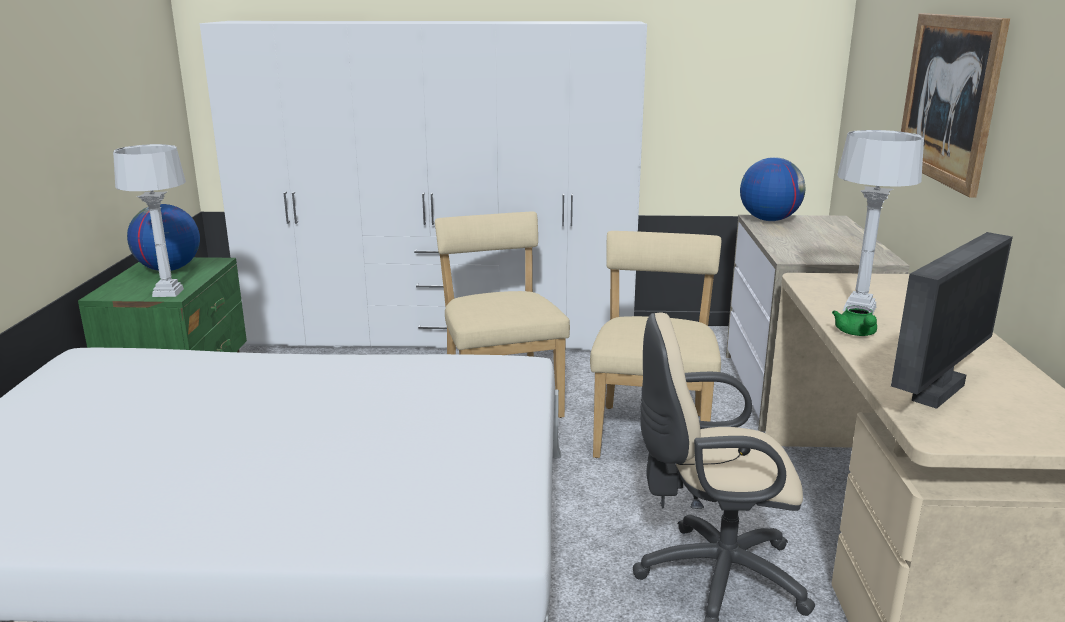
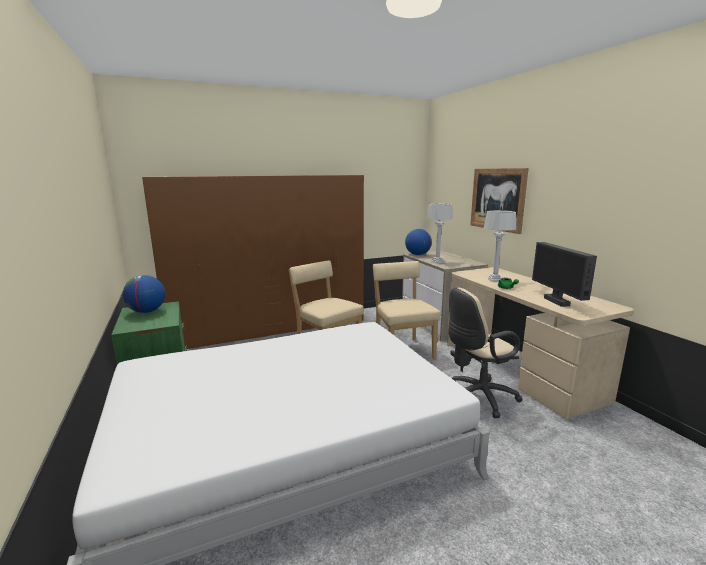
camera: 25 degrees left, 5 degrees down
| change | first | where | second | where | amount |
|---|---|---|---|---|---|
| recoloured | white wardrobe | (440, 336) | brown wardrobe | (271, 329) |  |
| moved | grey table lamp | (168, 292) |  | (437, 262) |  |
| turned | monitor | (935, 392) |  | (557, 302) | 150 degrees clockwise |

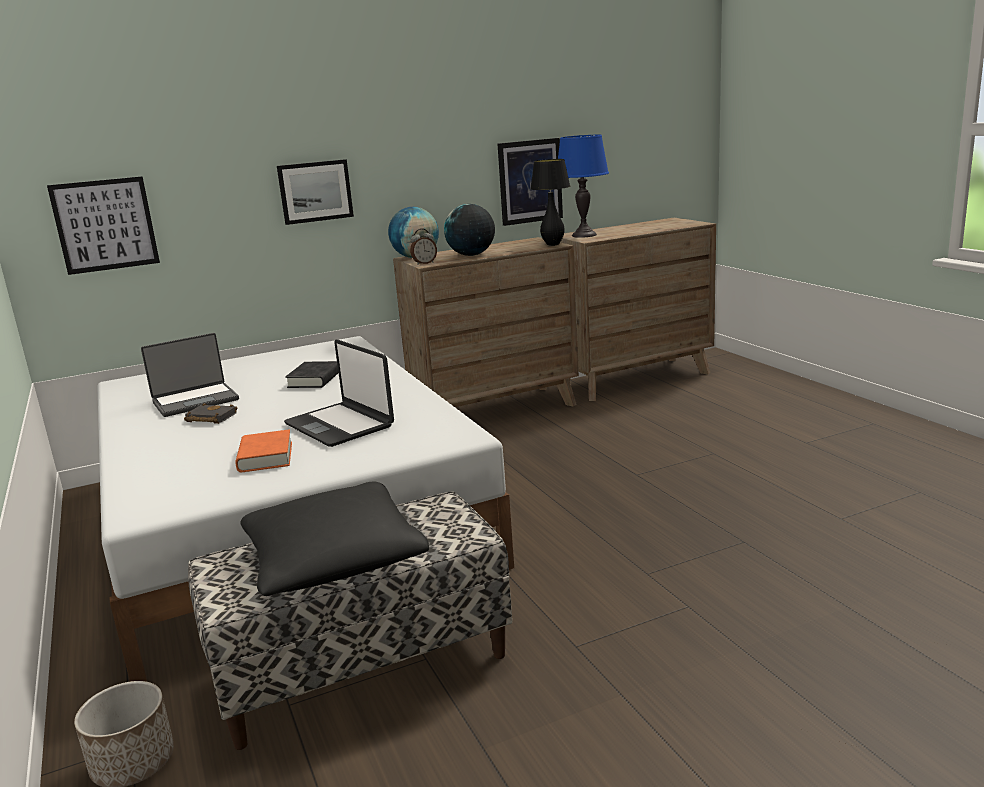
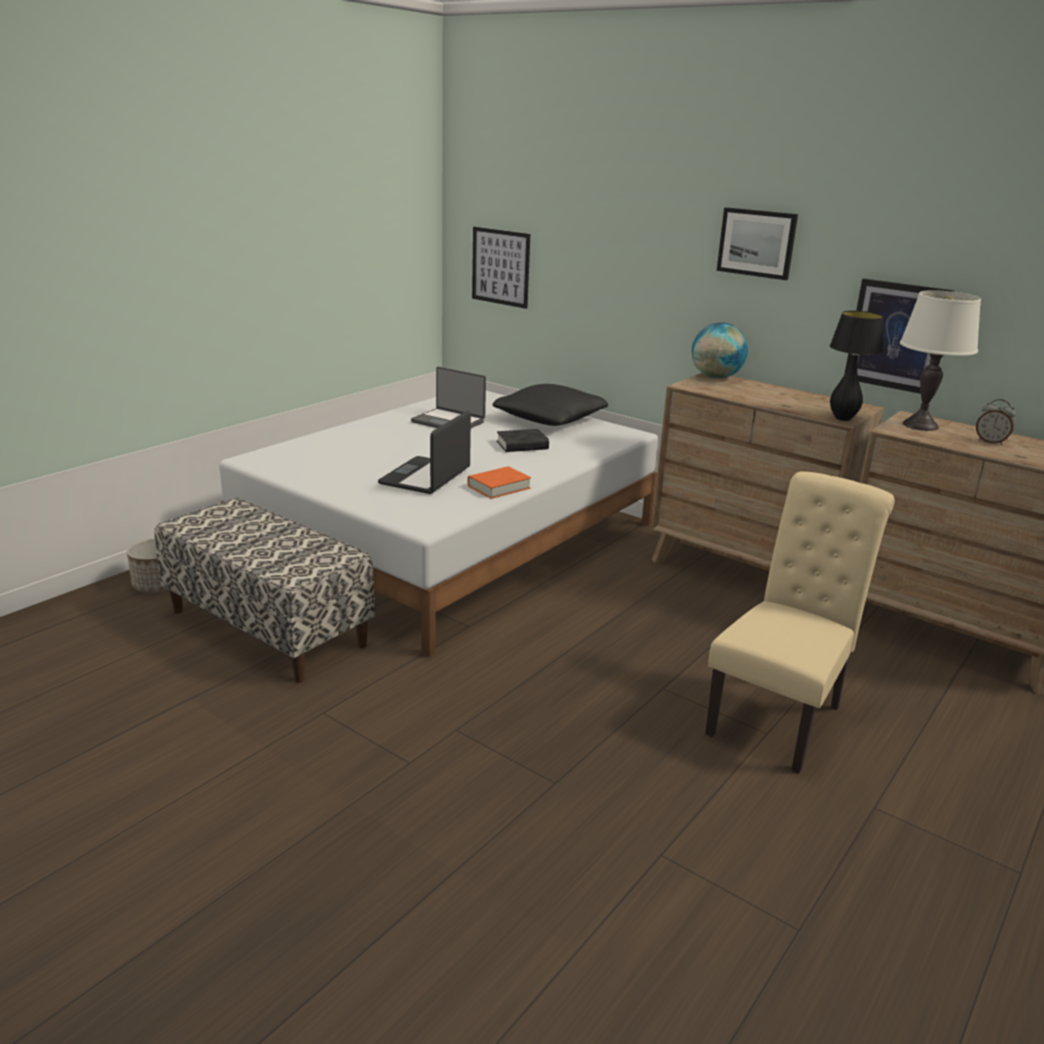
camera: 60 degrees right, 5 degrees up
| change | first | where | second | where | amount |
|---|---|---|---|---|---|
| moved | orange book | (265, 457) |  | (498, 487) |  |
| moved | black pillow | (334, 560) |  | (550, 419) |  |
| added |  |  | beige chair | (780, 716) |  |
| moved | picture | (315, 191) |  | (757, 243) |  |
| recoloured | blue table lamp | (584, 235) | white table lamp | (920, 425) |  |
| moved | alarm clock | (424, 263) |  | (990, 442) |  |
| removed | black book | (209, 418) |  |  |  |
| removed | globe | (471, 255) |  |  |  |

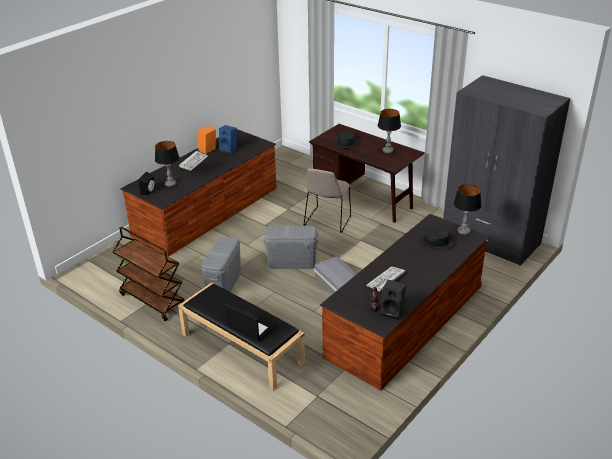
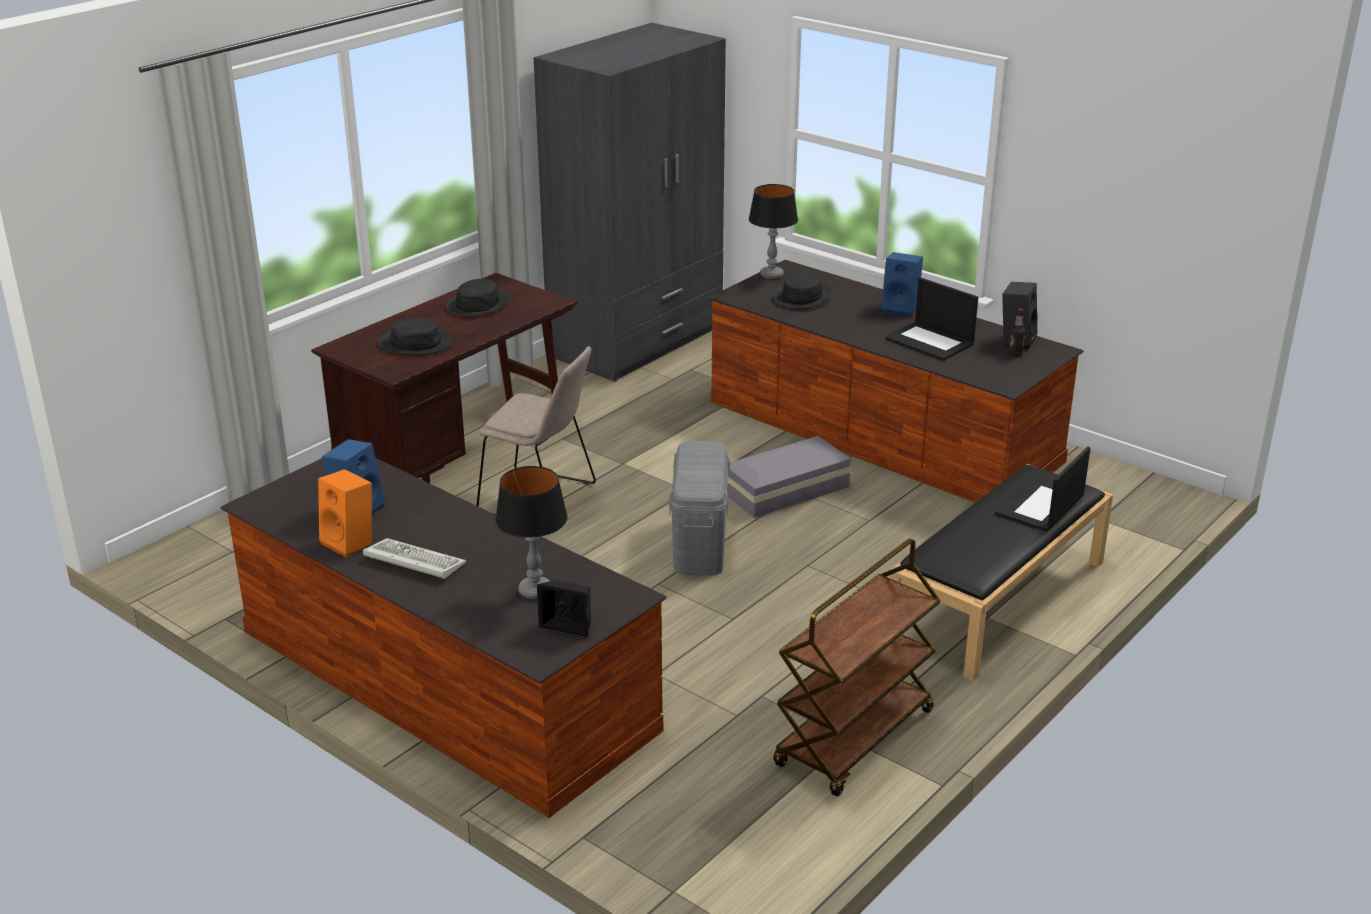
camera: 90 degrees left, 5 degrees down
| change | first | where | second | where | amount |
|---|---|---|---|---|---|
| replaced | table lamp | (387, 151) | black hat | (477, 304) |  |
| added |  |  | blue speaker | (901, 308) |  |
| replaced | keyboard | (385, 280) | laptop | (931, 342) |  |
| removed | grey storage box | (224, 283) |  |  |  |

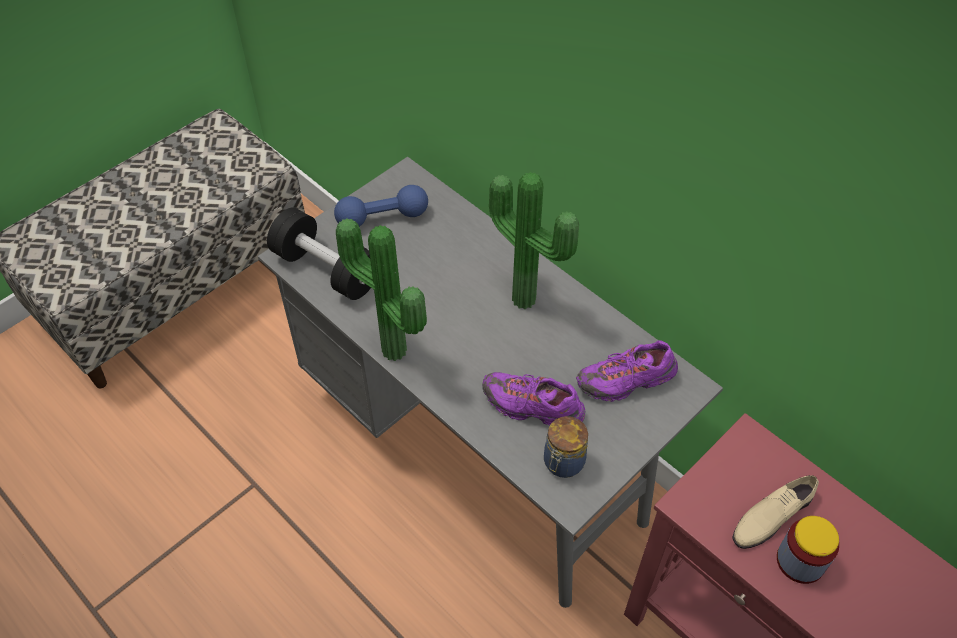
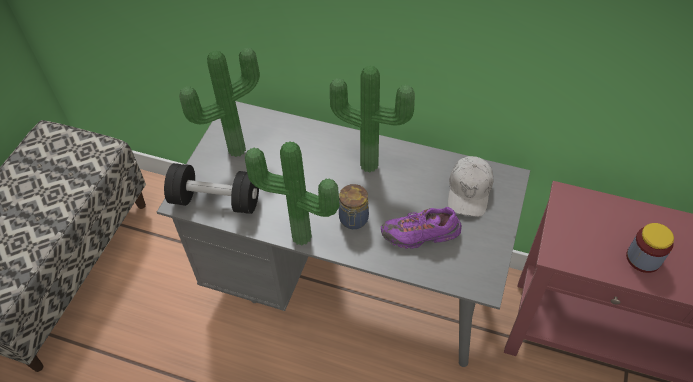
camera: 25 degrees left, 0 degrees up
| change | first | where | second | where | amount |
|---|---|---|---|---|---|
| replaced | blue dumbbell | (382, 218) | potted plant | (235, 148) |  |
| moved | jar | (562, 463) |  | (353, 220) |  |
| replaced | purple shoe | (626, 381) | white cap | (469, 191) |  |
| removed | beige shoe | (771, 516) |  |  |  |

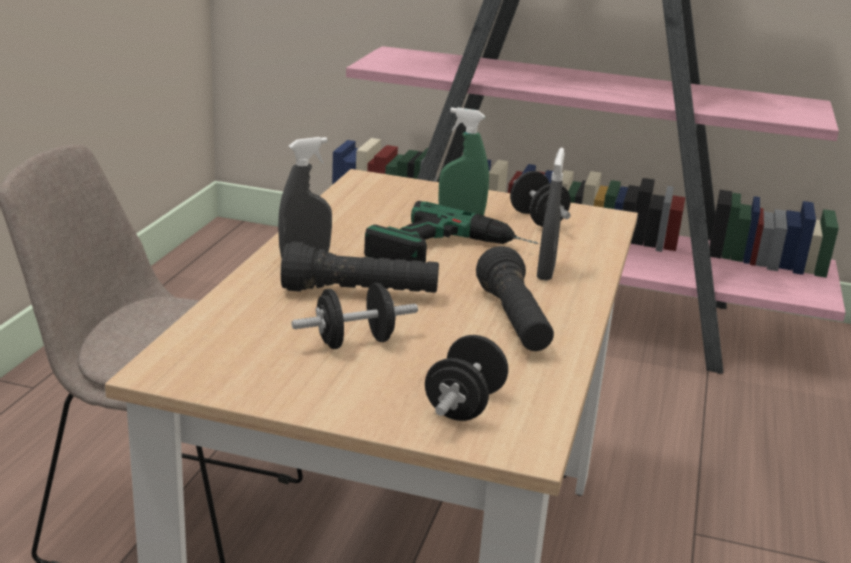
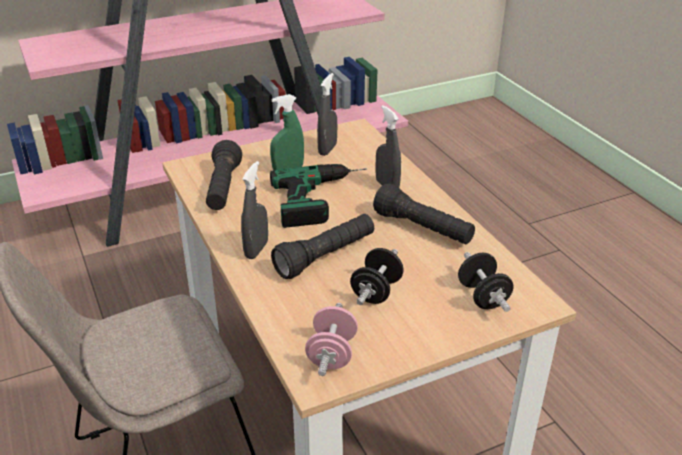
camera: 40 degrees left, 10 degrees up
| change | first | where | second | where | amount |
|---|---|---|---|---|---|
| added |  |  | black flashlight | (223, 188) |  |
| added |  |  | pink dumbbell | (332, 354) |  |
| replaced | black dumbbell | (537, 220) | grey spray bottle | (327, 149) |  |

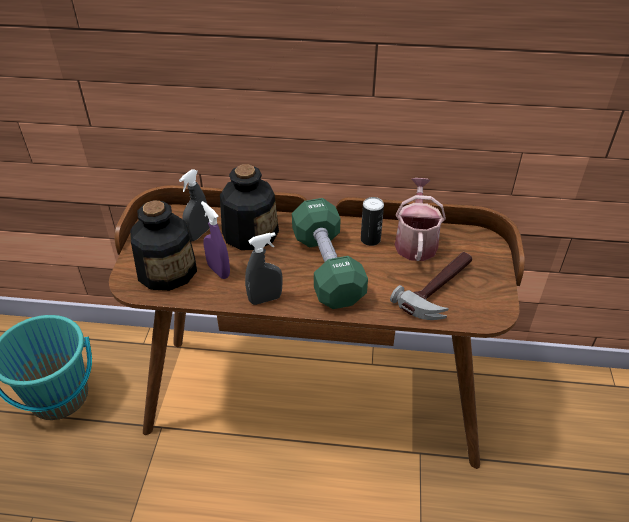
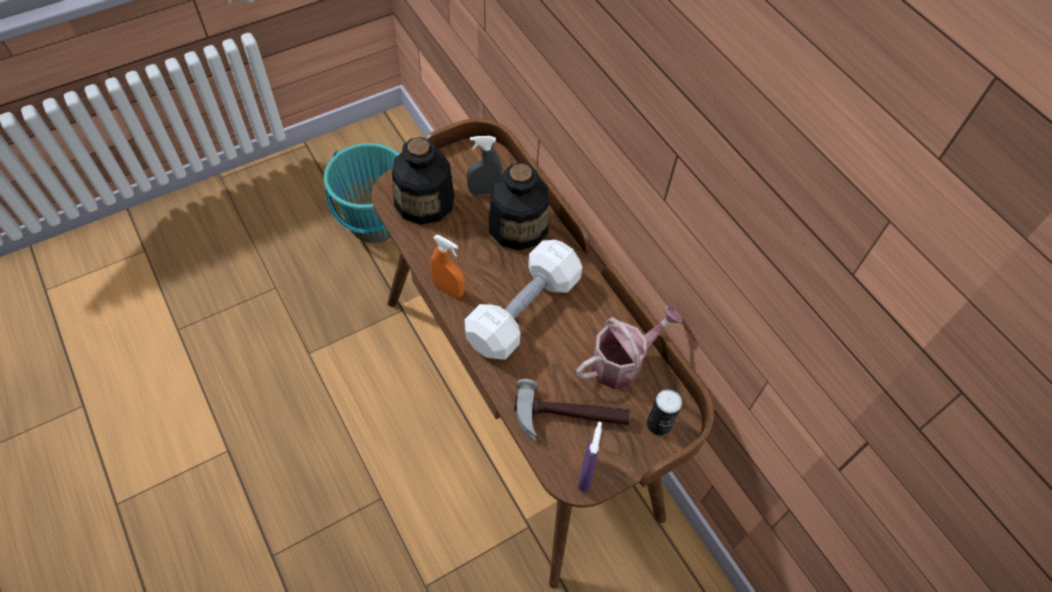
camera: 50 degrees right, 15 degrees up
| change | first | where | second | where | amount |
|---|---|---|---|---|---|
| recoloured | grey spray bottle | (265, 299) | orange spray bottle | (448, 289) |  |
| recoloured | green dumbbell | (327, 268) | white dumbbell | (523, 311) |  |
| moved | purple spray bottle | (218, 271) |  | (586, 474) |  |
| moved | can | (370, 239) |  | (659, 424) |  |

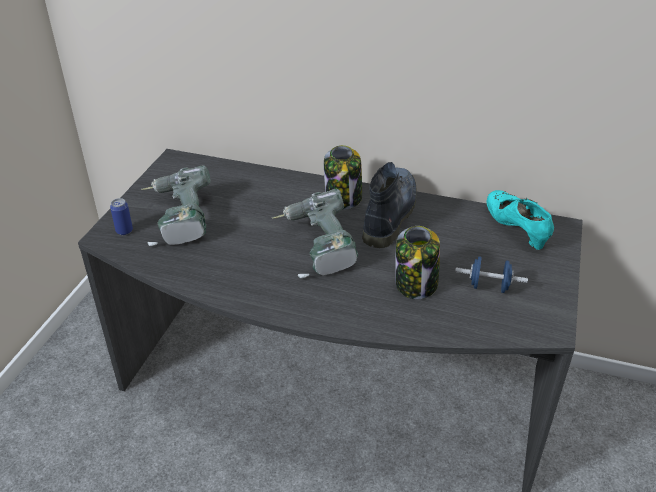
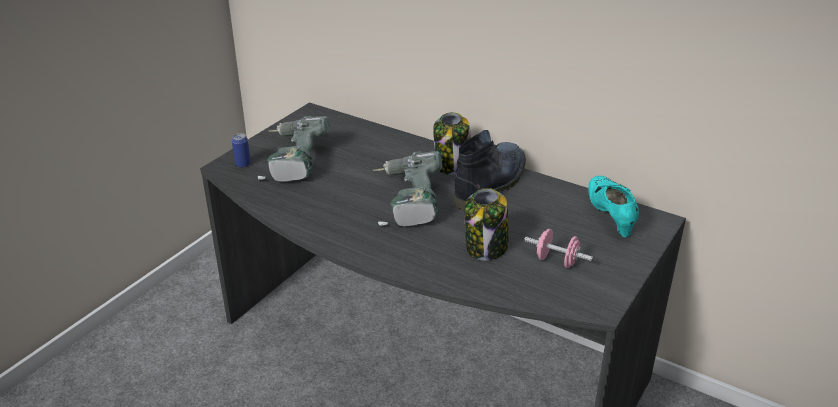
camera: 15 degrees right, 5 degrees down
| change | first | where | second | where | amount |
|---|---|---|---|---|---|
| recoloured | blue dumbbell | (489, 286) | pink dumbbell | (556, 261) |  |

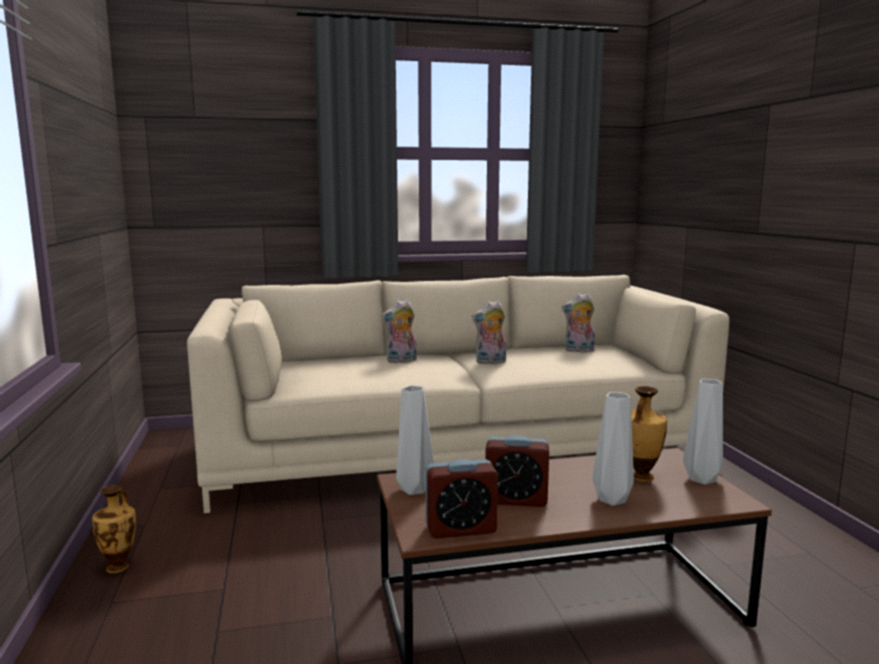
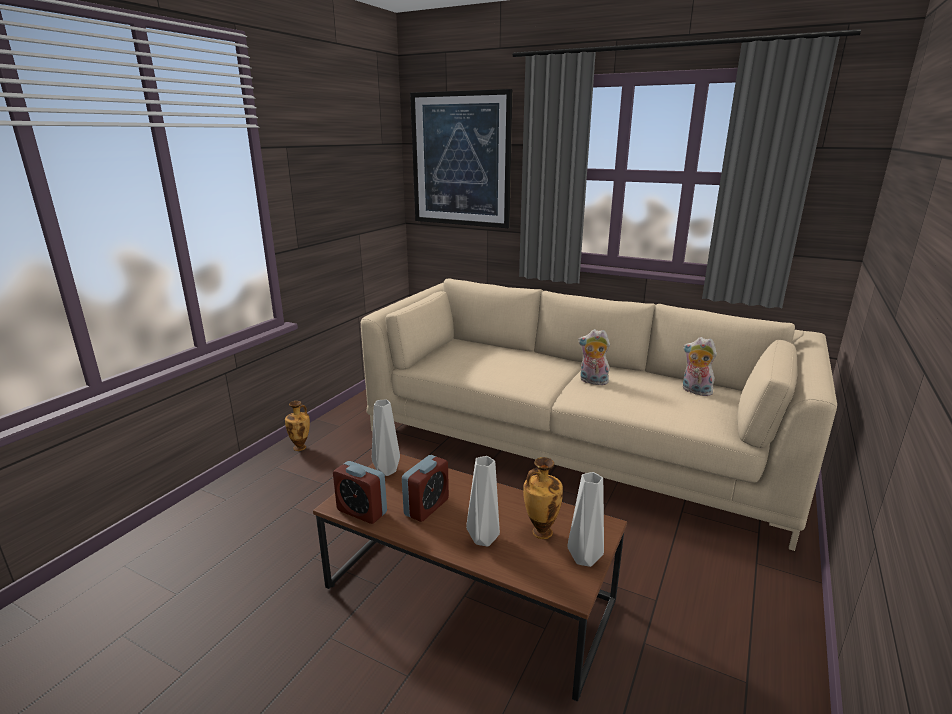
camera: 40 degrees right, 10 degrees up
| change | first | where | second | where | amount |
|---|---|---|---|---|---|
| turned | alarm clock | (516, 499) |  | (426, 507) | 105 degrees counterclockwise |
| added |  |  | picture | (460, 160) |  |
| removed | plush toy | (401, 361) |  |  |  |

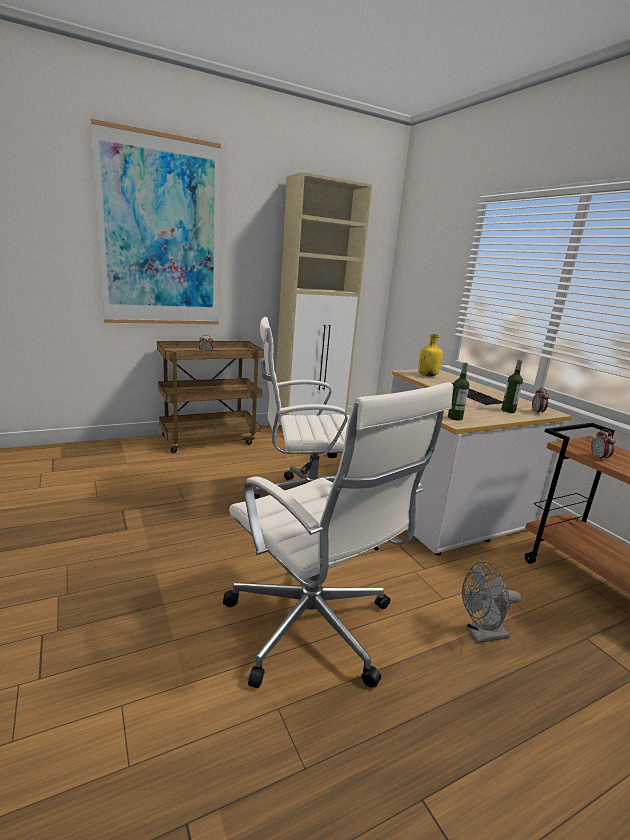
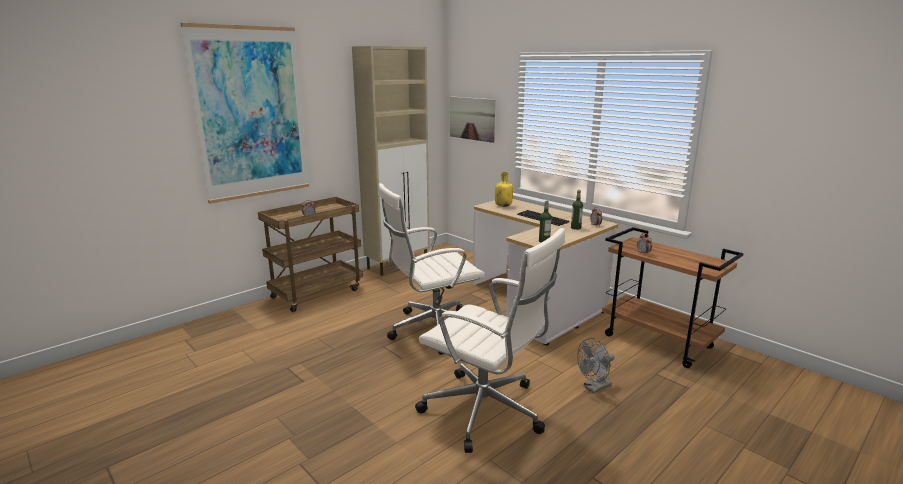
camera: 15 degrees left, 0 degrees up
| change | first | where | second | where | amount |
|---|---|---|---|---|---|
| added |  |  | picture | (472, 118) |  |

